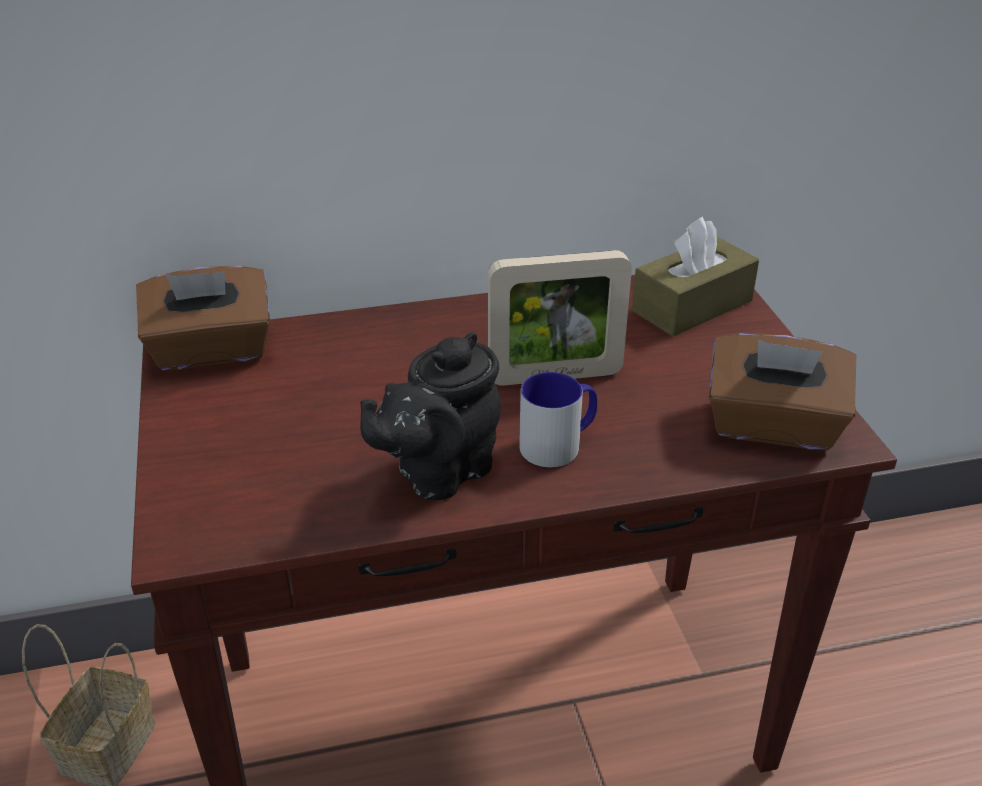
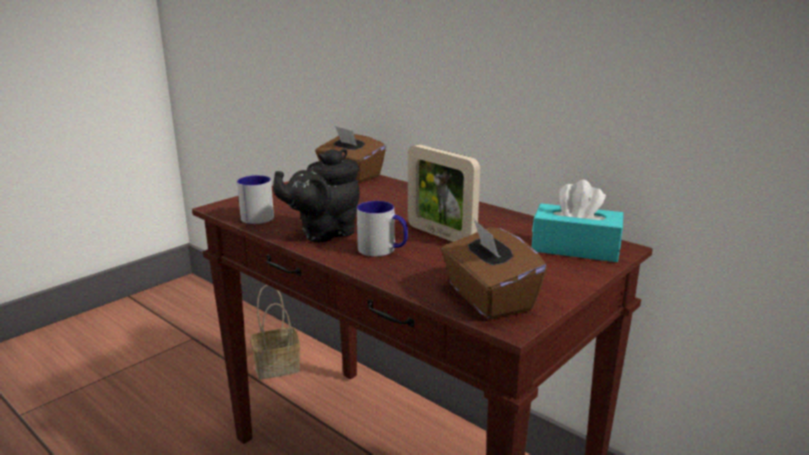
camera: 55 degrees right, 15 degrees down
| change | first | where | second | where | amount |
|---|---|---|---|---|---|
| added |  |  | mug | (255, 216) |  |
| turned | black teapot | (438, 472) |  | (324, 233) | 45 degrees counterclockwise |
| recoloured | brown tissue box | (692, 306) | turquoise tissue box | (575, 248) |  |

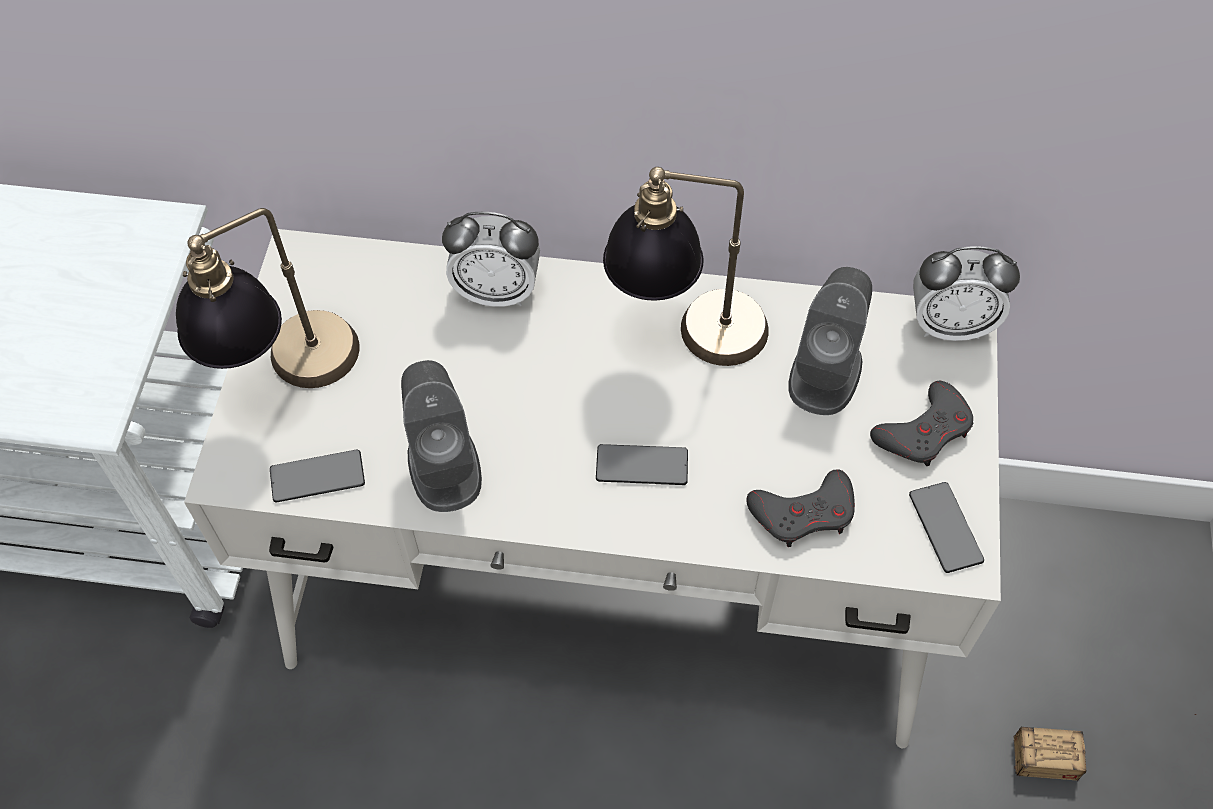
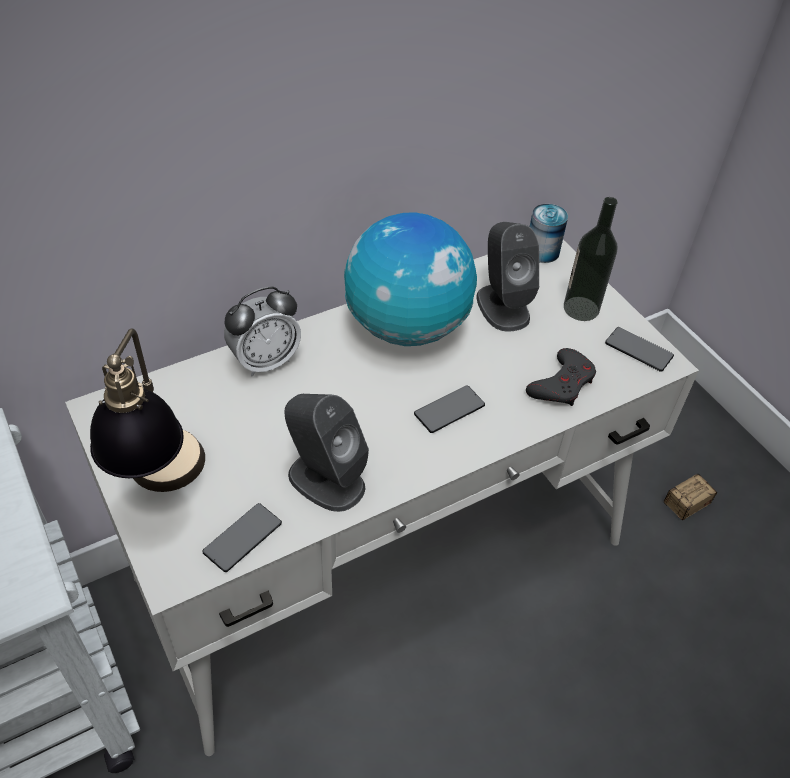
camera: 40 degrees left, 10 degrees down
| change | first | where | second | where | amount |
|---|---|---|---|---|---|
| replaced | table lamp | (686, 336) | globe | (407, 327) |  |
| replaced | alarm clock | (950, 325) | can | (542, 251) |  |
| replaced | grey game controller | (924, 431) | bottle | (581, 308) |  |

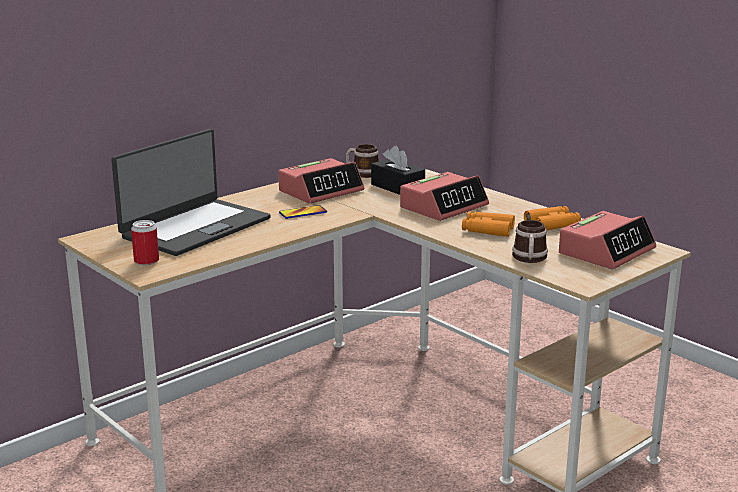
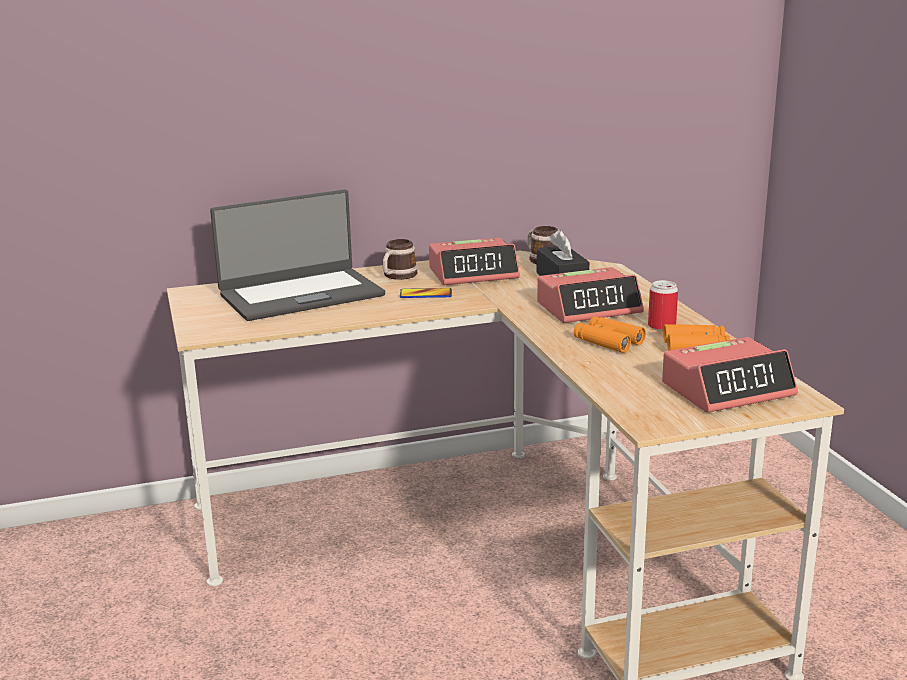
camera: 25 degrees right, 0 degrees up
| change | first | where | second | where | amount |
|---|---|---|---|---|---|
| moved | mug | (529, 259) |  | (397, 276) |  |
| moved | can | (146, 261) |  | (661, 326) |  |

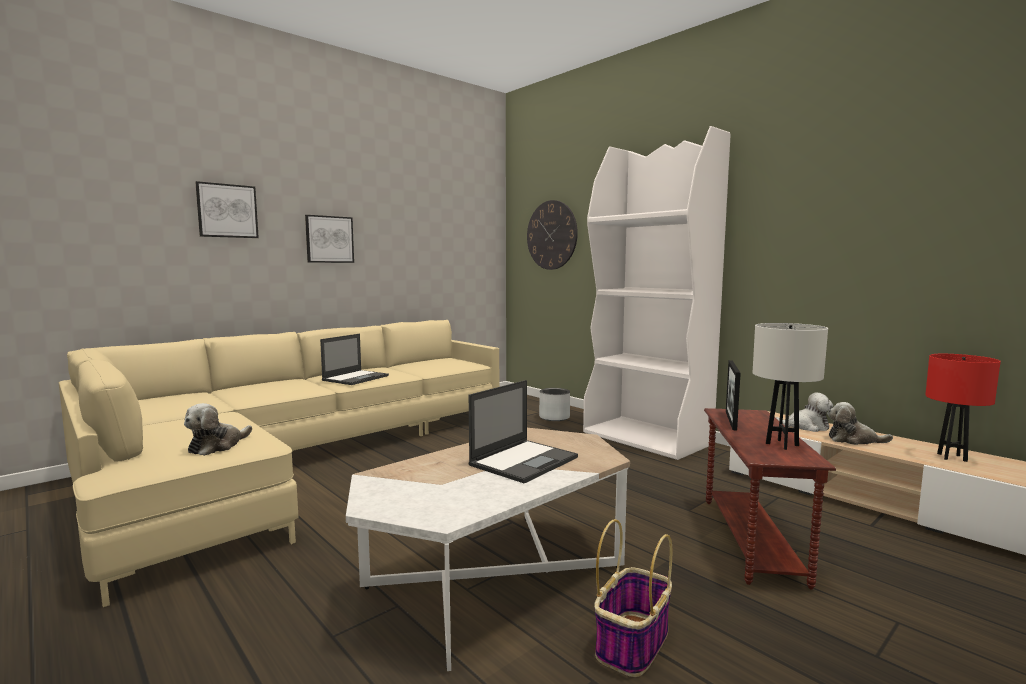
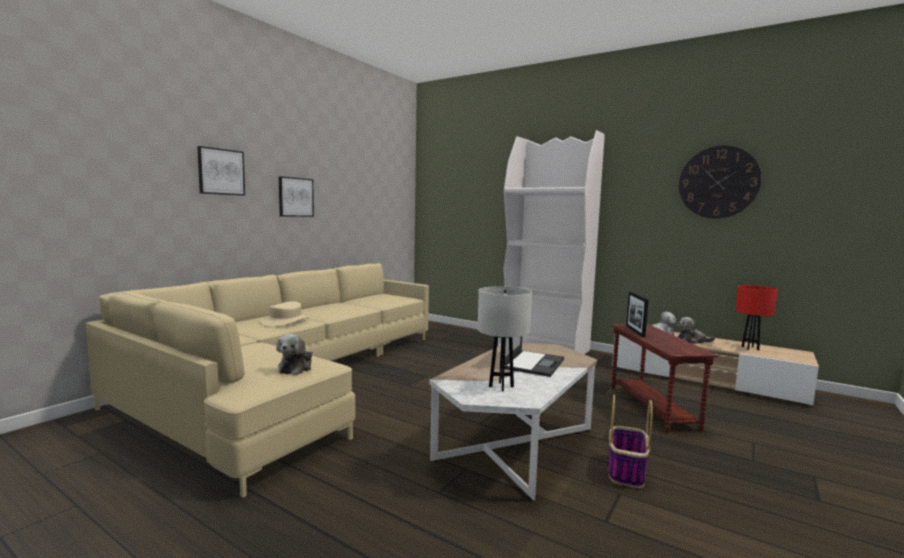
camera: 15 degrees left, 0 degrees up
| change | first | where | second | where | amount |
|---|---|---|---|---|---|
| added |  |  | beige hat | (286, 321) |  |
| moved | white table lamp | (782, 444) |  | (501, 386) |  |
| moved | wall clock | (551, 235) |  | (718, 182) |  |
| removed | laptop | (356, 378) |  |  |  |
| removed | grey planter | (554, 417) |  |  |  |

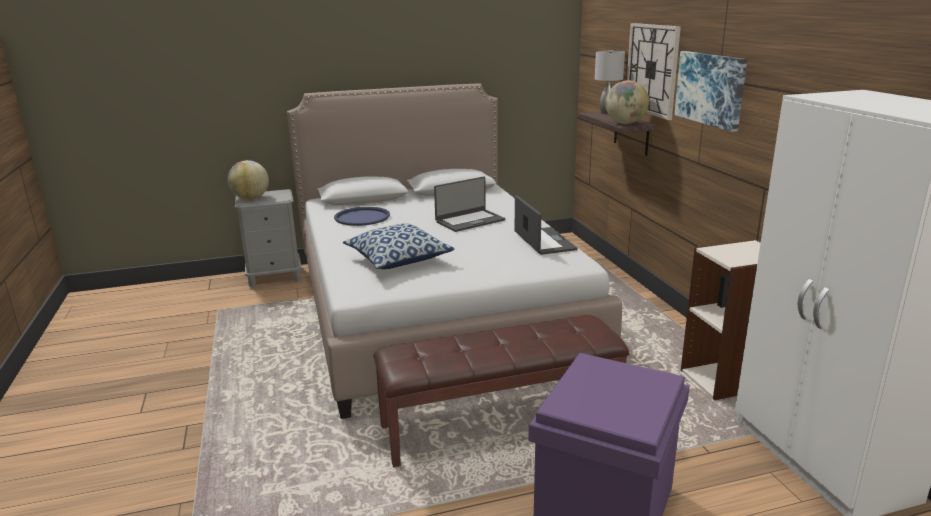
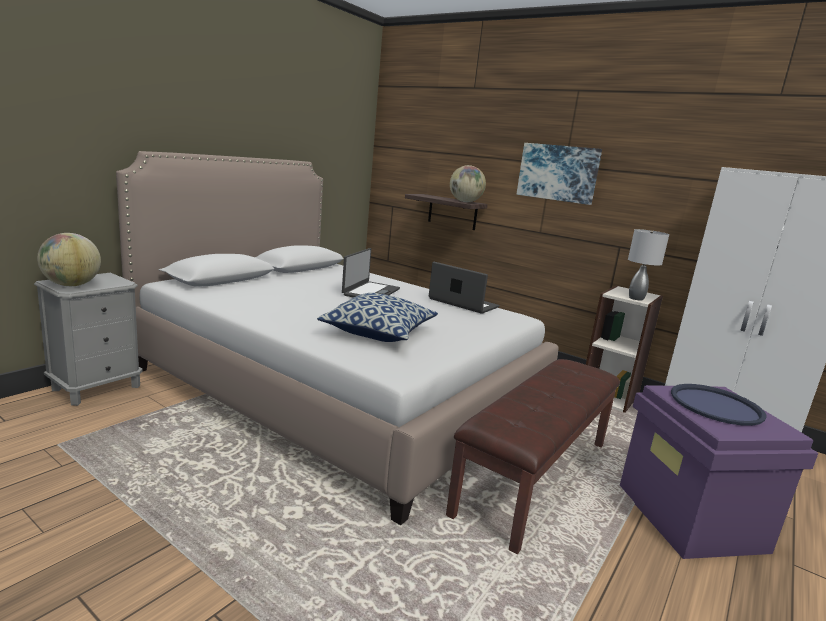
camera: 40 degrees left, 5 degrees down
| change | first | where | second | where | amount |
|---|---|---|---|---|---|
| moved | grey table lamp | (606, 112) |  | (635, 298) |  |
| moved | blue tray | (362, 217) |  | (716, 405) |  |
| removed | wall clock | (652, 69) |  |  |  |

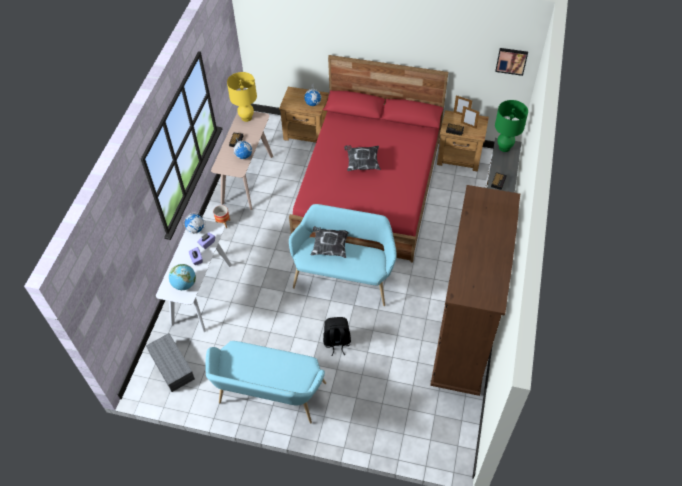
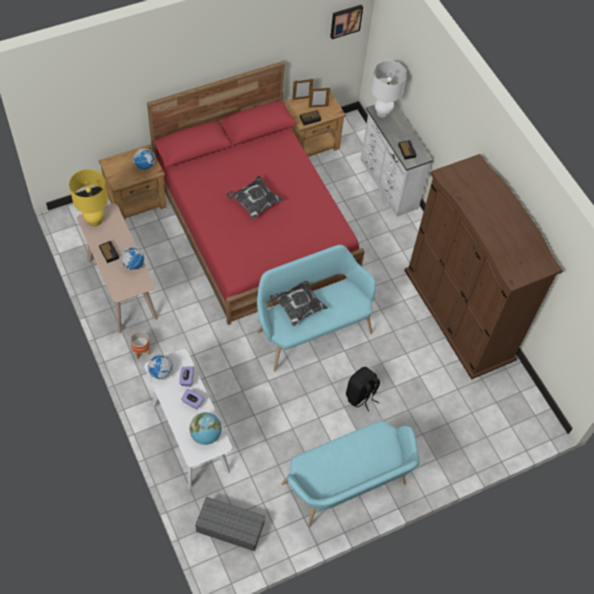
camera: 45 degrees left, 5 degrees up
| change | first | where | second | where | amount |
|---|---|---|---|---|---|
| recoloured | green table lamp | (504, 148) | white table lamp | (383, 113) |  |

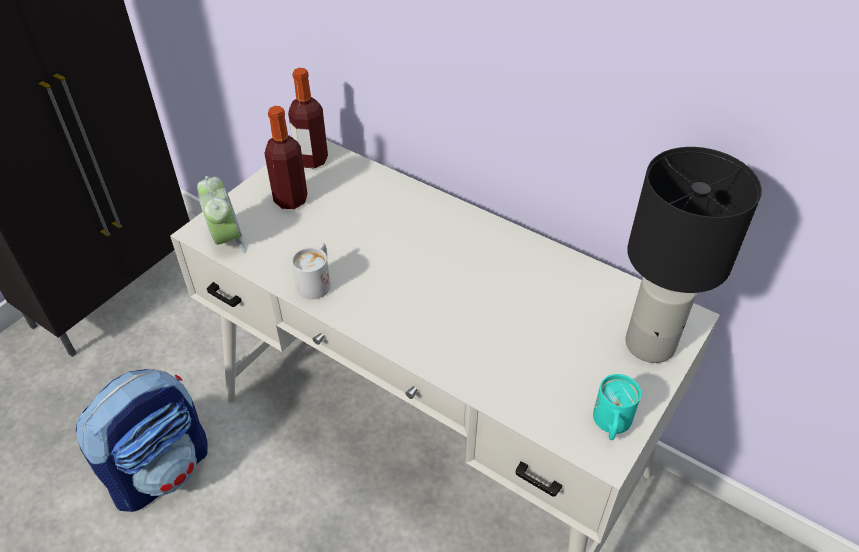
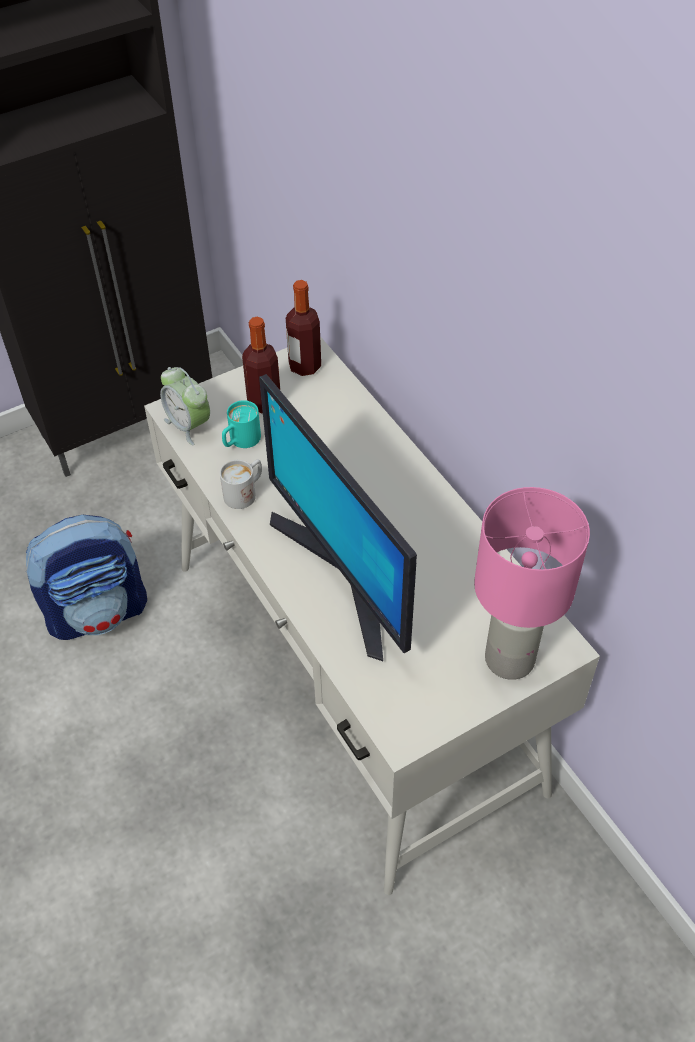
camera: 25 degrees right, 5 degrees up
| change | first | where | second | where | amount |
|---|---|---|---|---|---|
| turned | alarm clock | (226, 240) |  | (189, 425) | 135 degrees clockwise |
| moved | turquoise mug | (611, 425) |  | (240, 441) |  |
| added |  |  | monitor | (345, 575) |  |
| recoloured | black table lamp | (650, 343) | pink table lamp | (510, 658) |  |

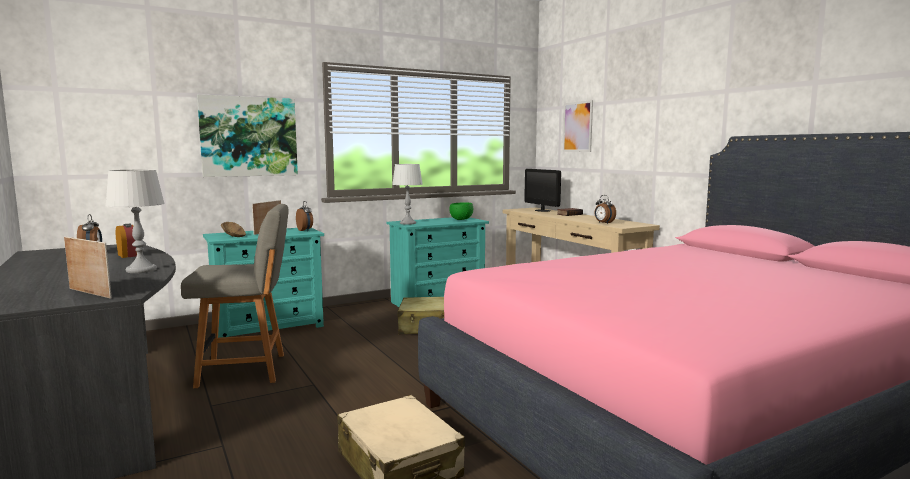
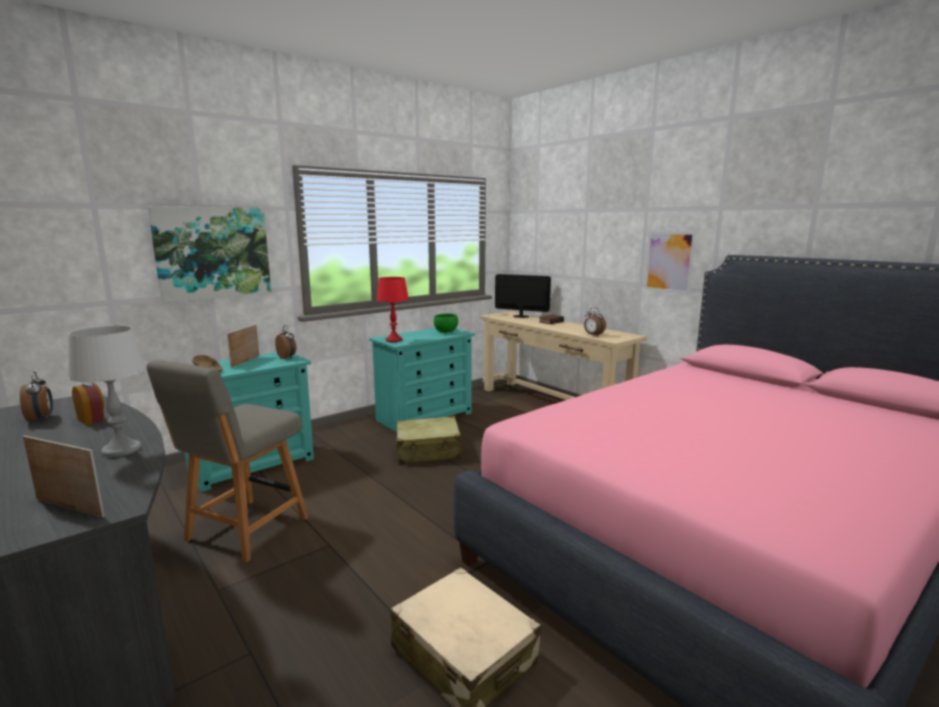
camera: 10 degrees left, 5 degrees up
| change | first | where | second | where | amount |
|---|---|---|---|---|---|
| turned | grey chair | (246, 370) |  | (244, 531) | 135 degrees clockwise |
| recoloured | grey table lamp | (408, 223) | red table lamp | (394, 340) |  |
| turned | monitor | (542, 210) |  | (521, 316) | 150 degrees clockwise |
| moved | picture | (577, 127) |  | (669, 262) |  |

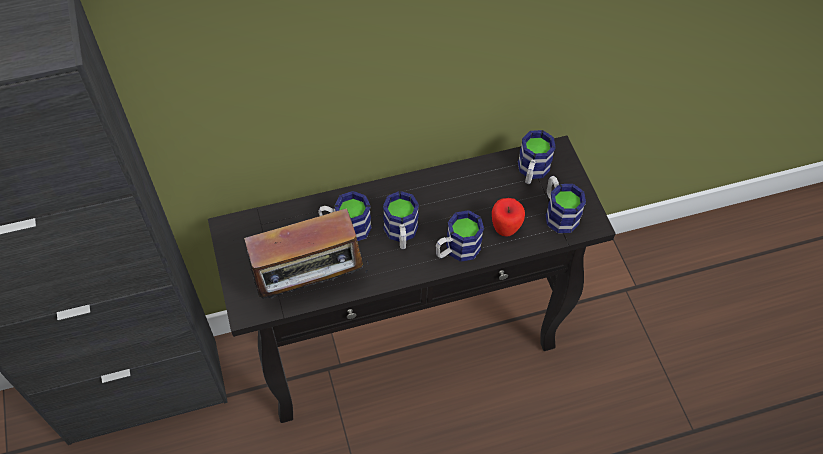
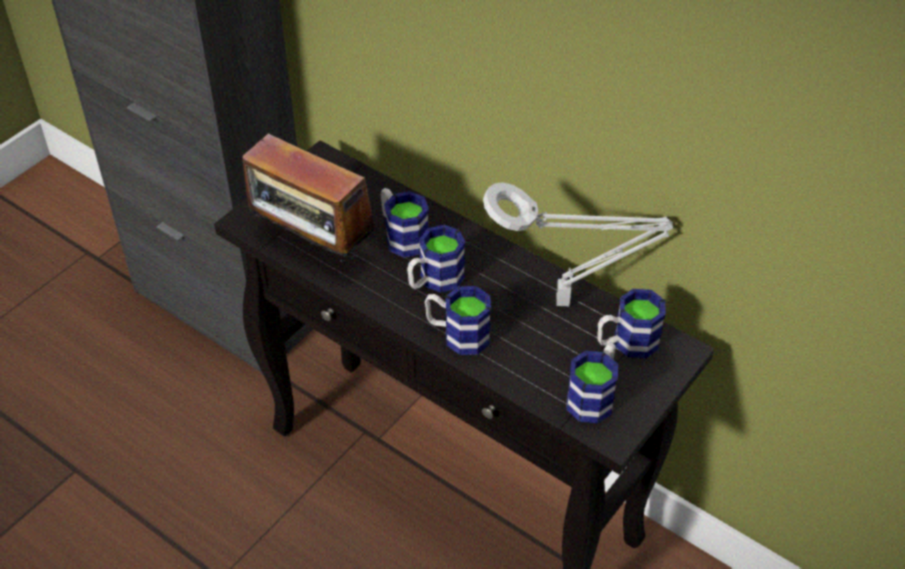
camera: 55 degrees right, 10 degrees down
| change | first | where | second | where | amount |
|---|---|---|---|---|---|
| added |  |  | grey table lamp | (568, 302) |  |
| removed | apple | (505, 229) |  |  |  |

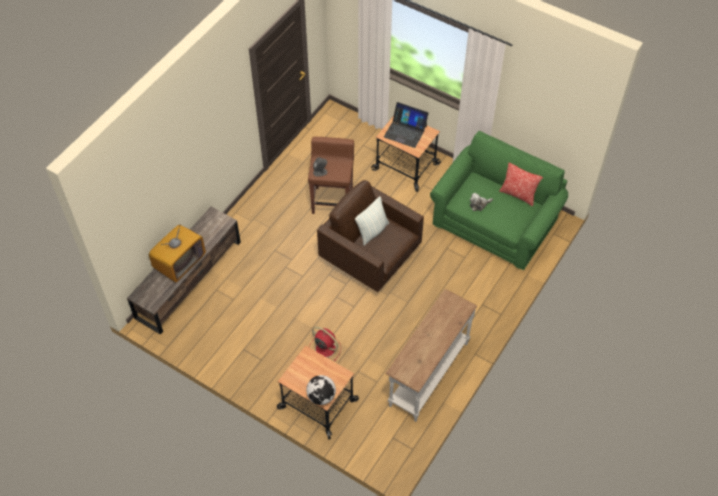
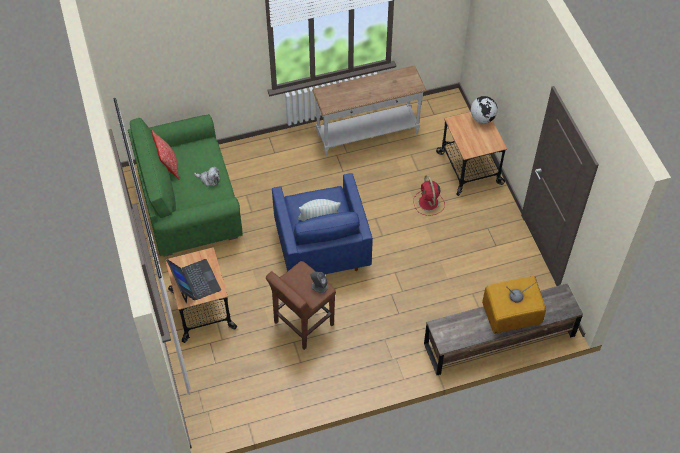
camera: 140 degrees left, 0 degrees up
| change | first | where | second | where | amount |
|---|---|---|---|---|---|
| recoloured | brown armchair | (371, 257) | blue armchair | (321, 248) |  |

